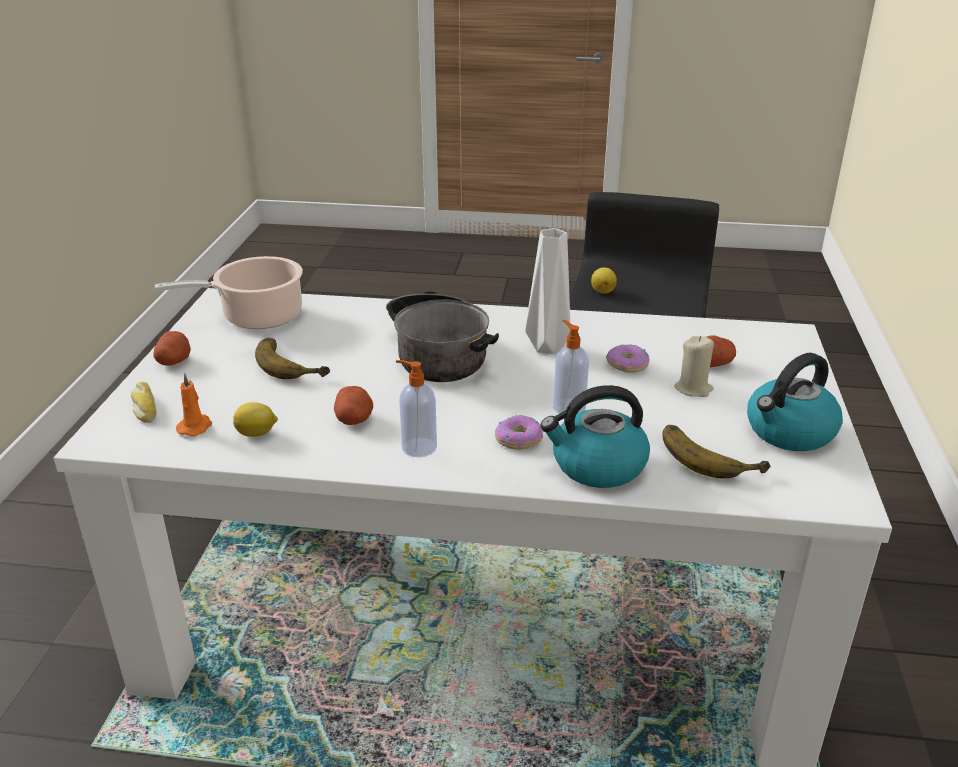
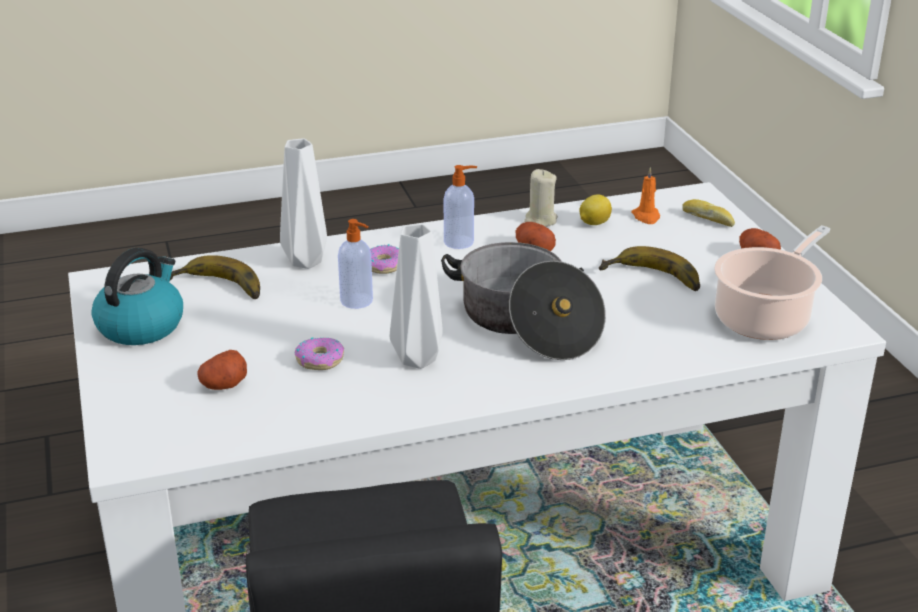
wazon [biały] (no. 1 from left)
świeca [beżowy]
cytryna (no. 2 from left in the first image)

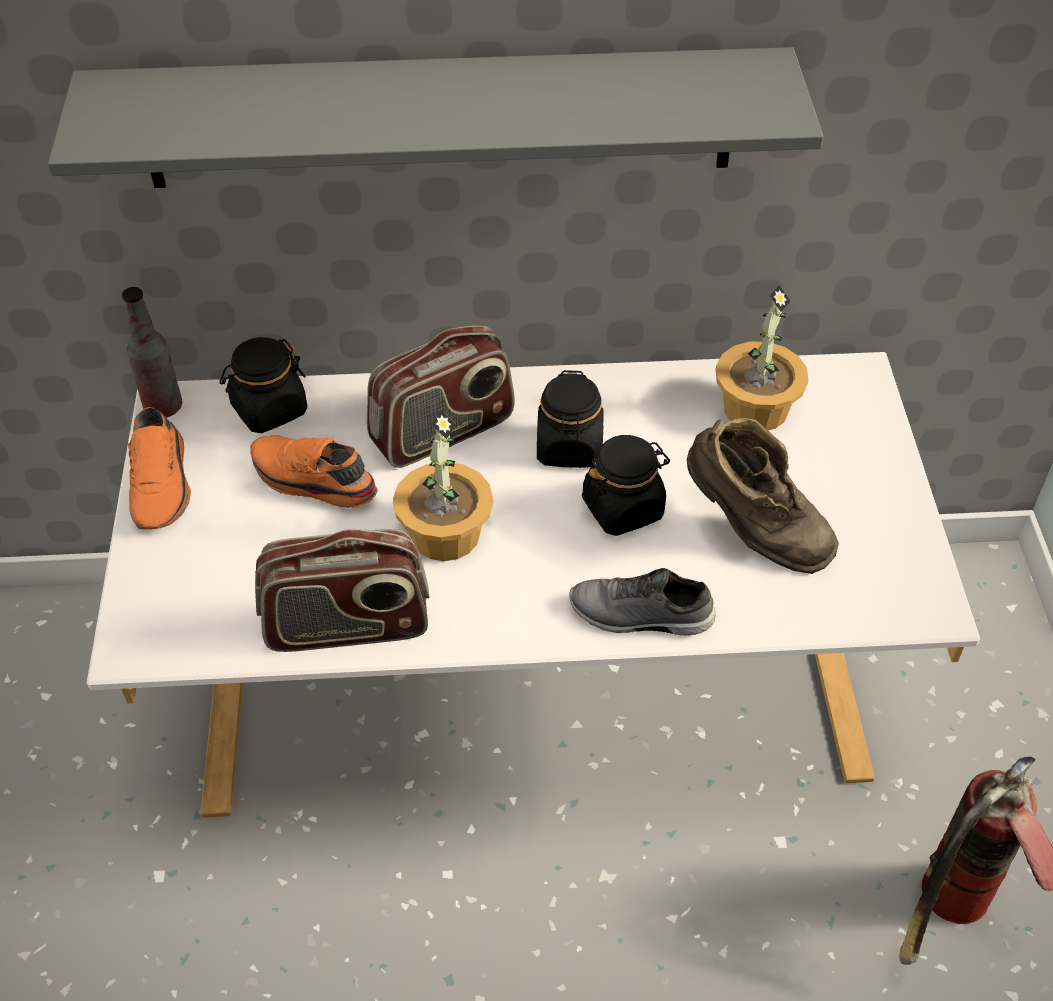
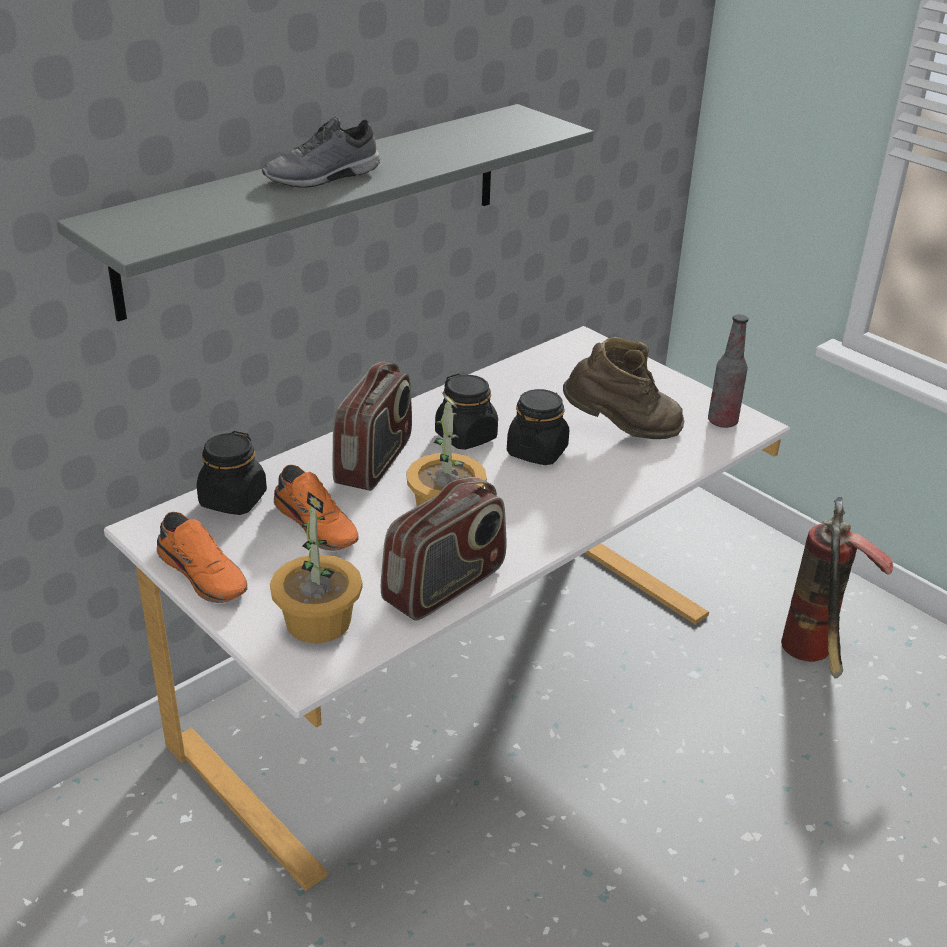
but [szary]
roślina doniczkowa (no. 1 from left)
but [pomarańczowy] (no. 2 from left)
butelka

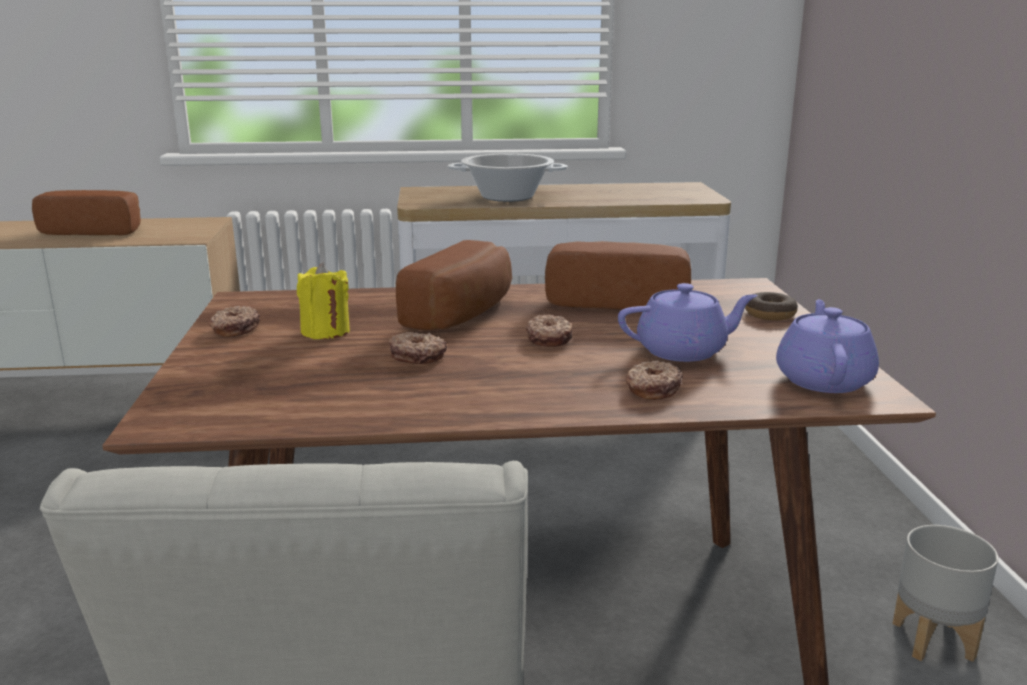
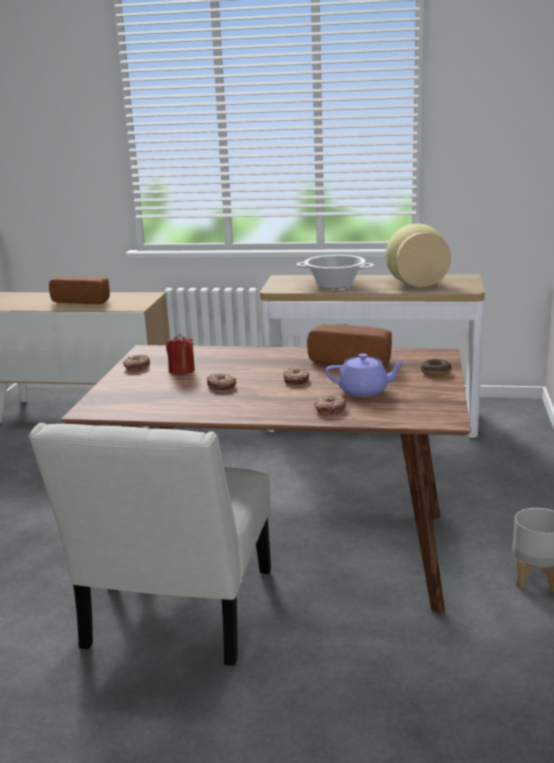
świeca [czerwony]
wazon
chleb (no. 2 from left in the first image)
imbryk [fioletowy] (no. 2 from left in the first image)

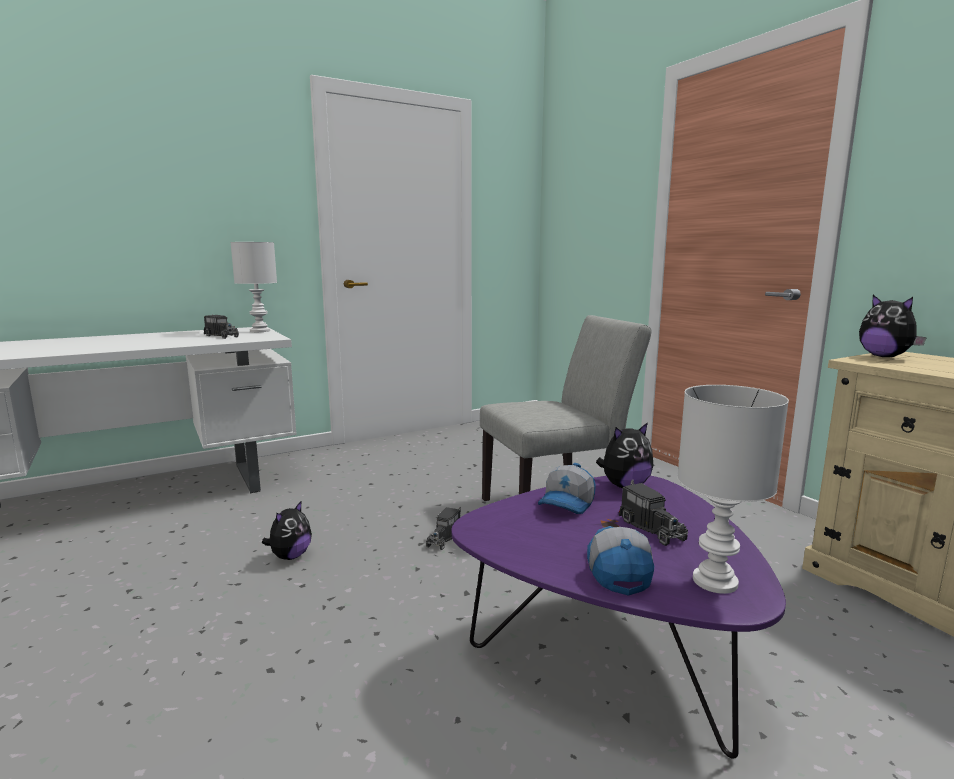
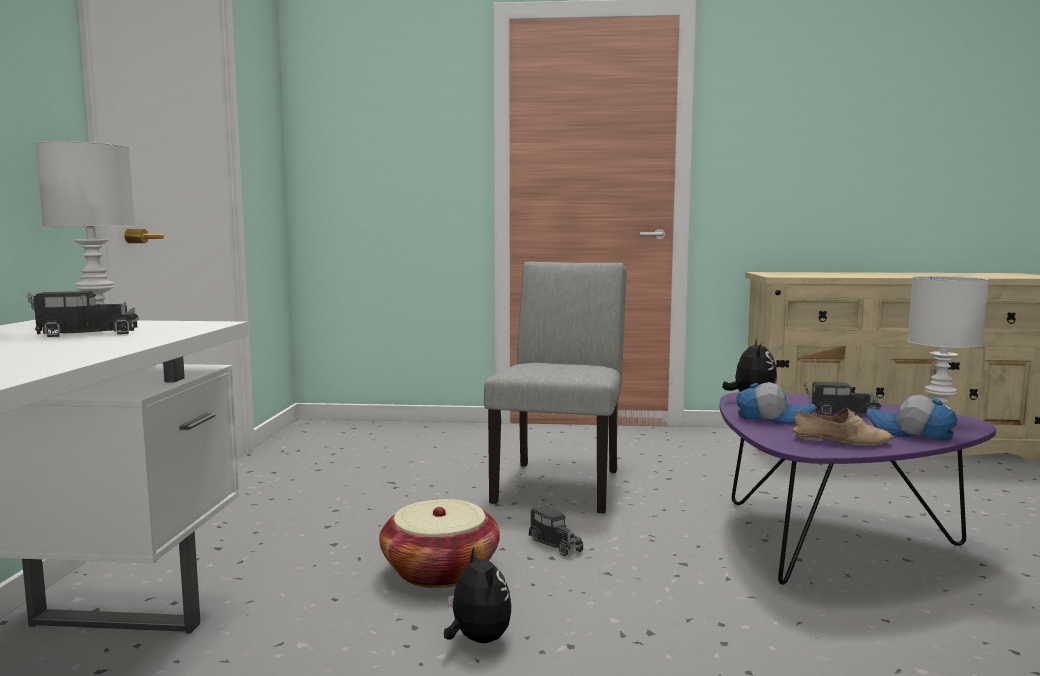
koszyk
czapka z daszkiem (no. 1 from left)
but [beżowy]
pluszak (no. 3 from left in the first image)

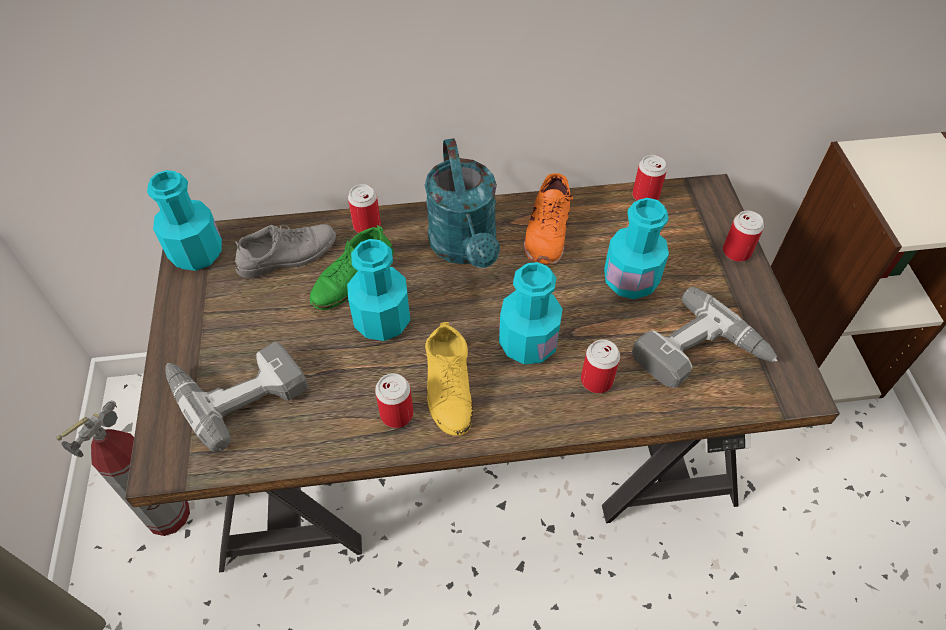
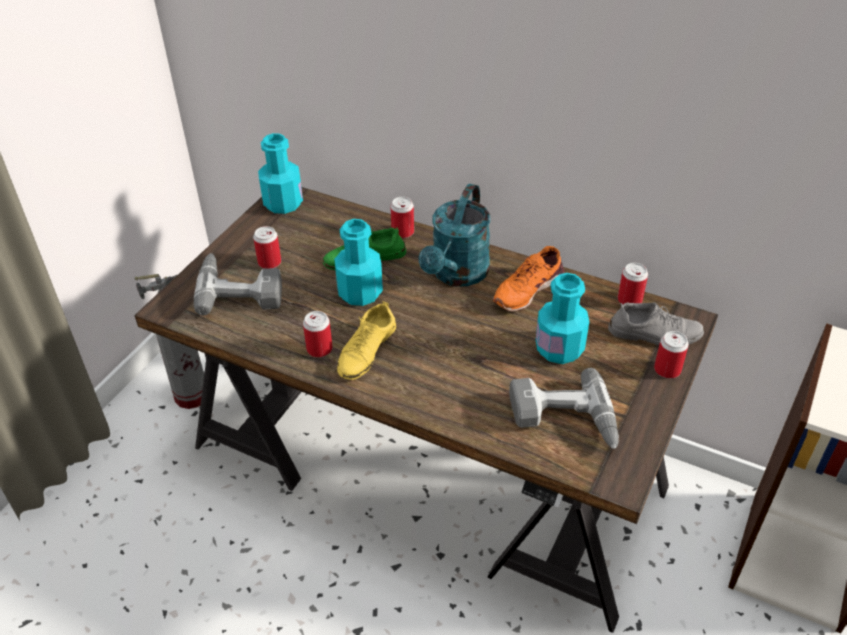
puszka (no. 1 from left)
but [szary]
butelka [turkusowy] (no. 3 from left in the first image)

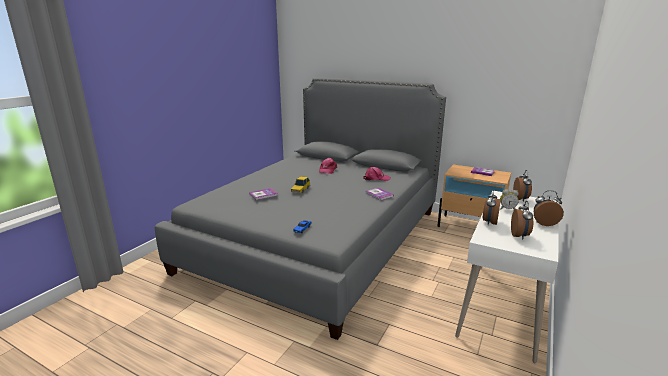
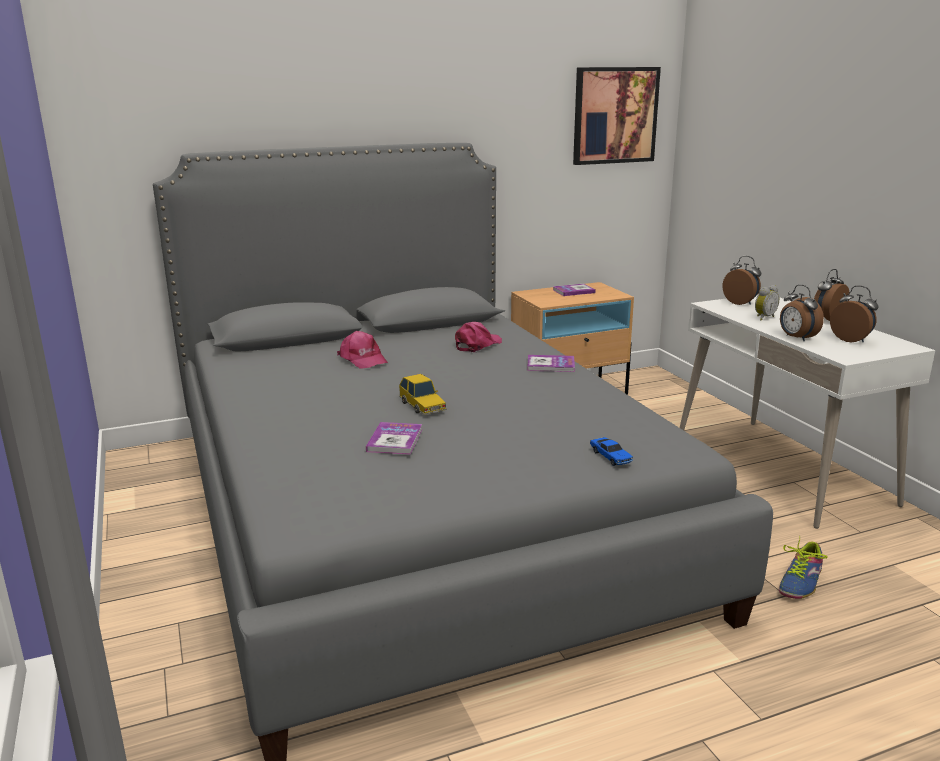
obraz
but

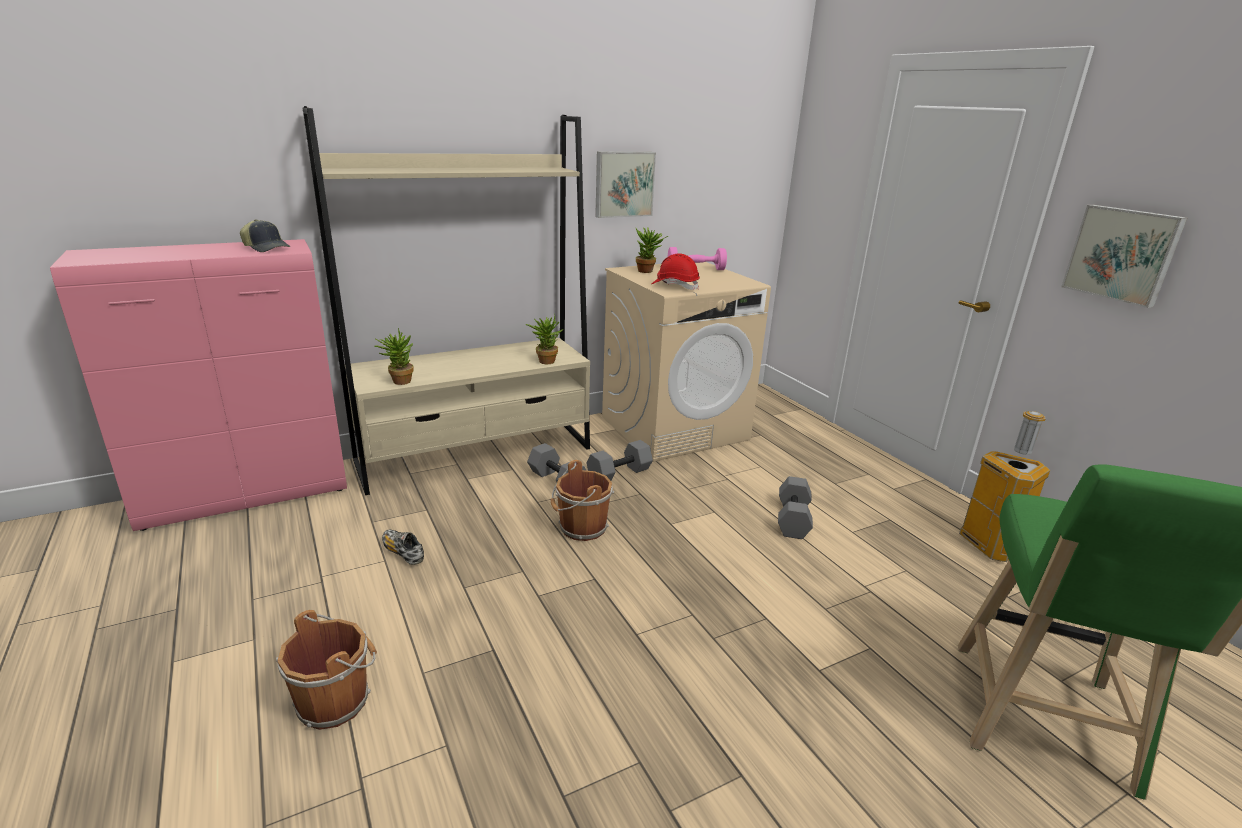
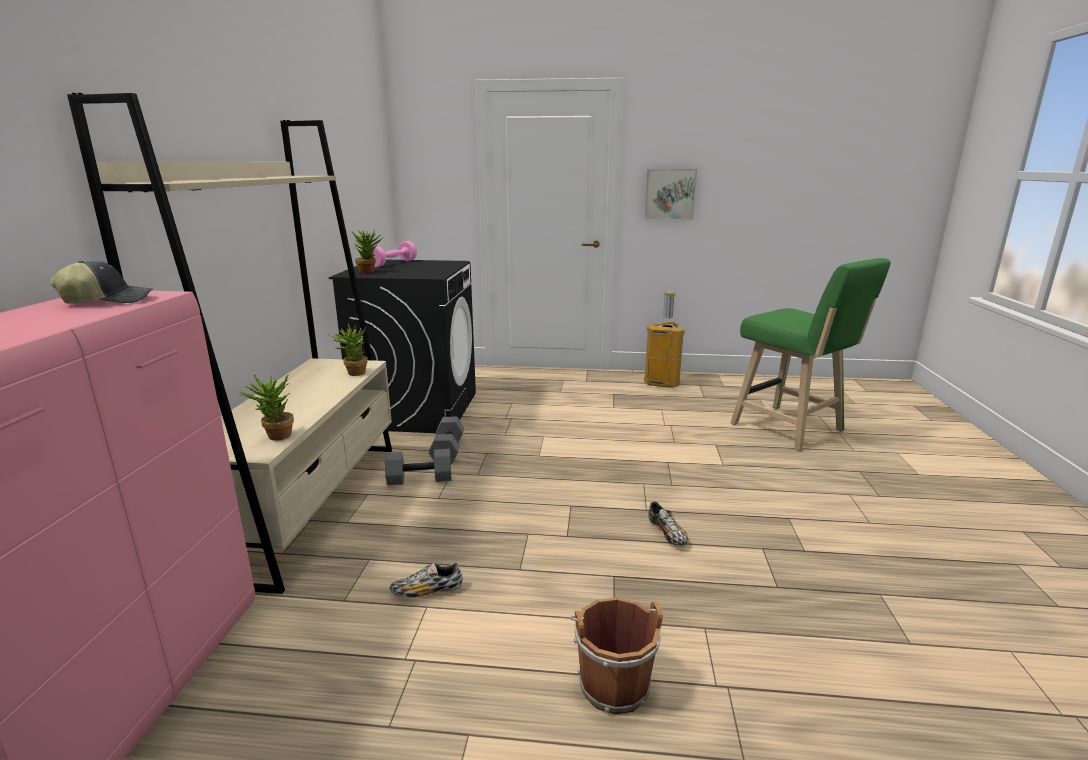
pralka [czarny]
but (no. 2 from left)
wiadro [brązowy] (no. 2 from left in the first image)
obraz (no. 1 from left in the first image)
kask [czerwony]
hantel [szary] (no. 3 from left in the first image)

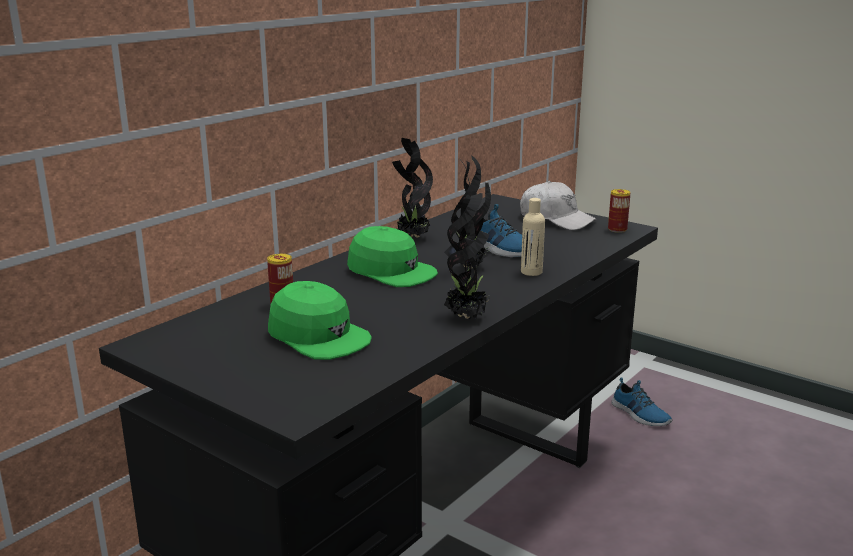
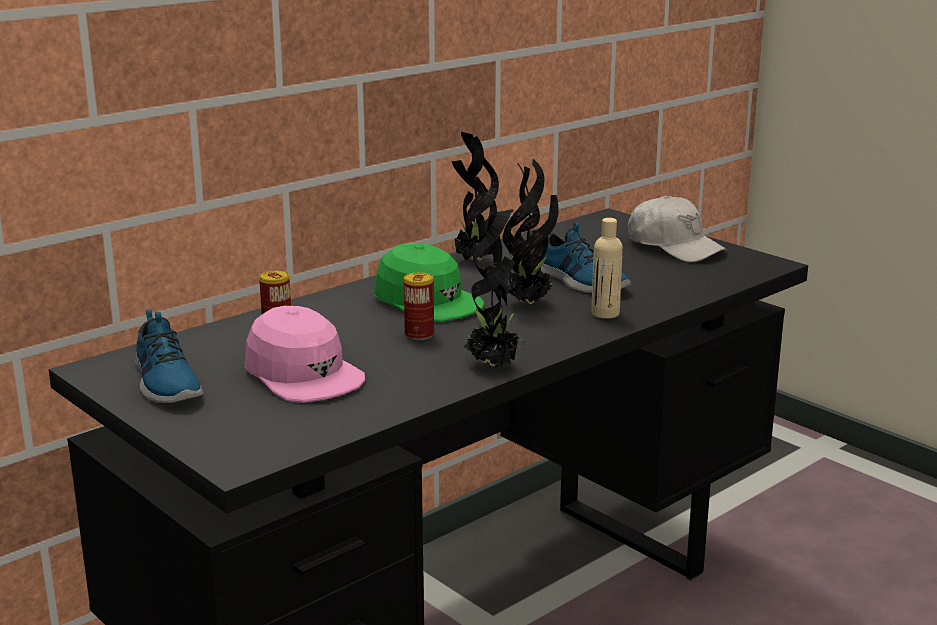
but (no. 1 from left)
czapka z daszkiem [różowy]
puszka (no. 2 from left)

